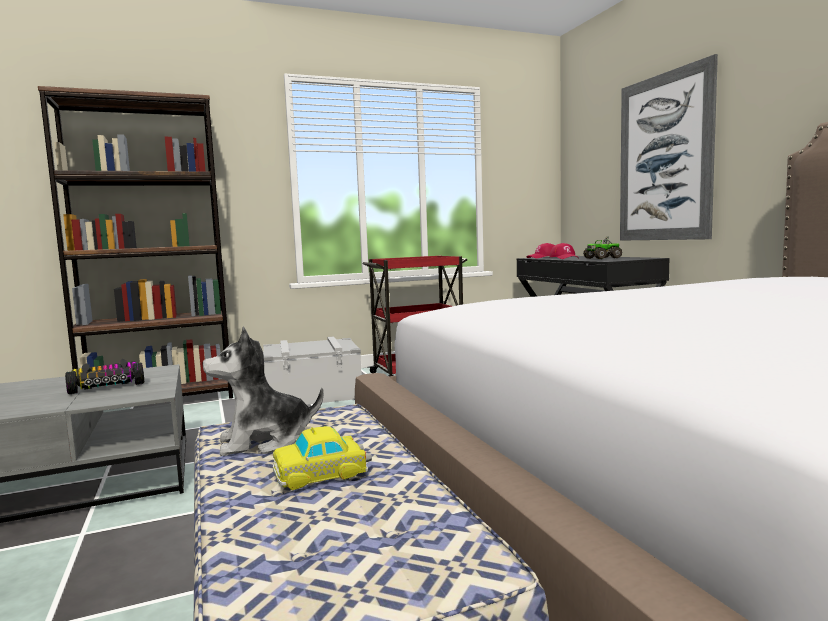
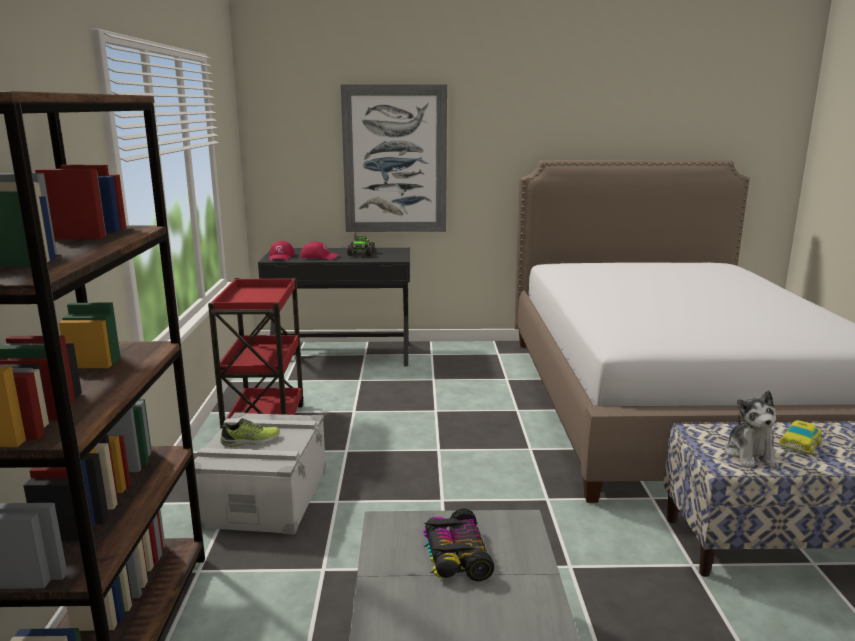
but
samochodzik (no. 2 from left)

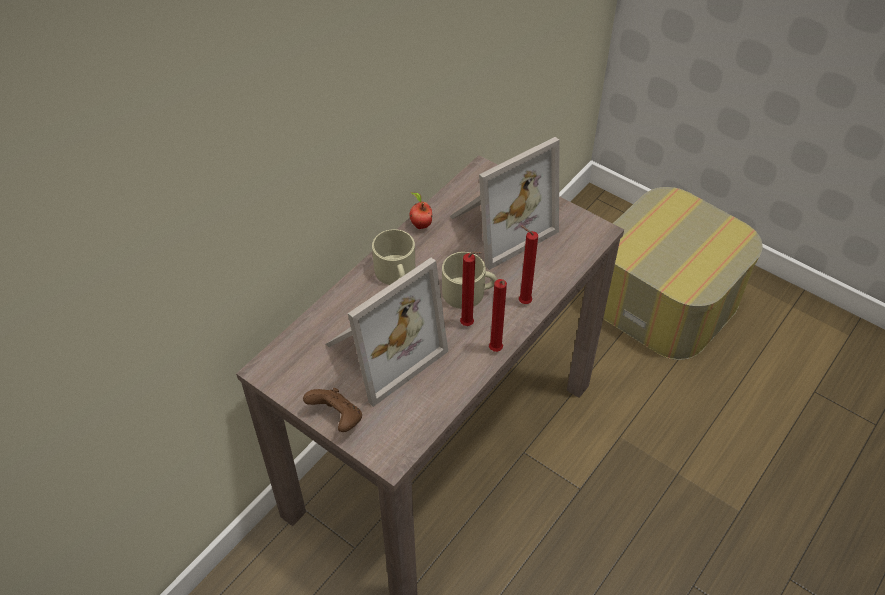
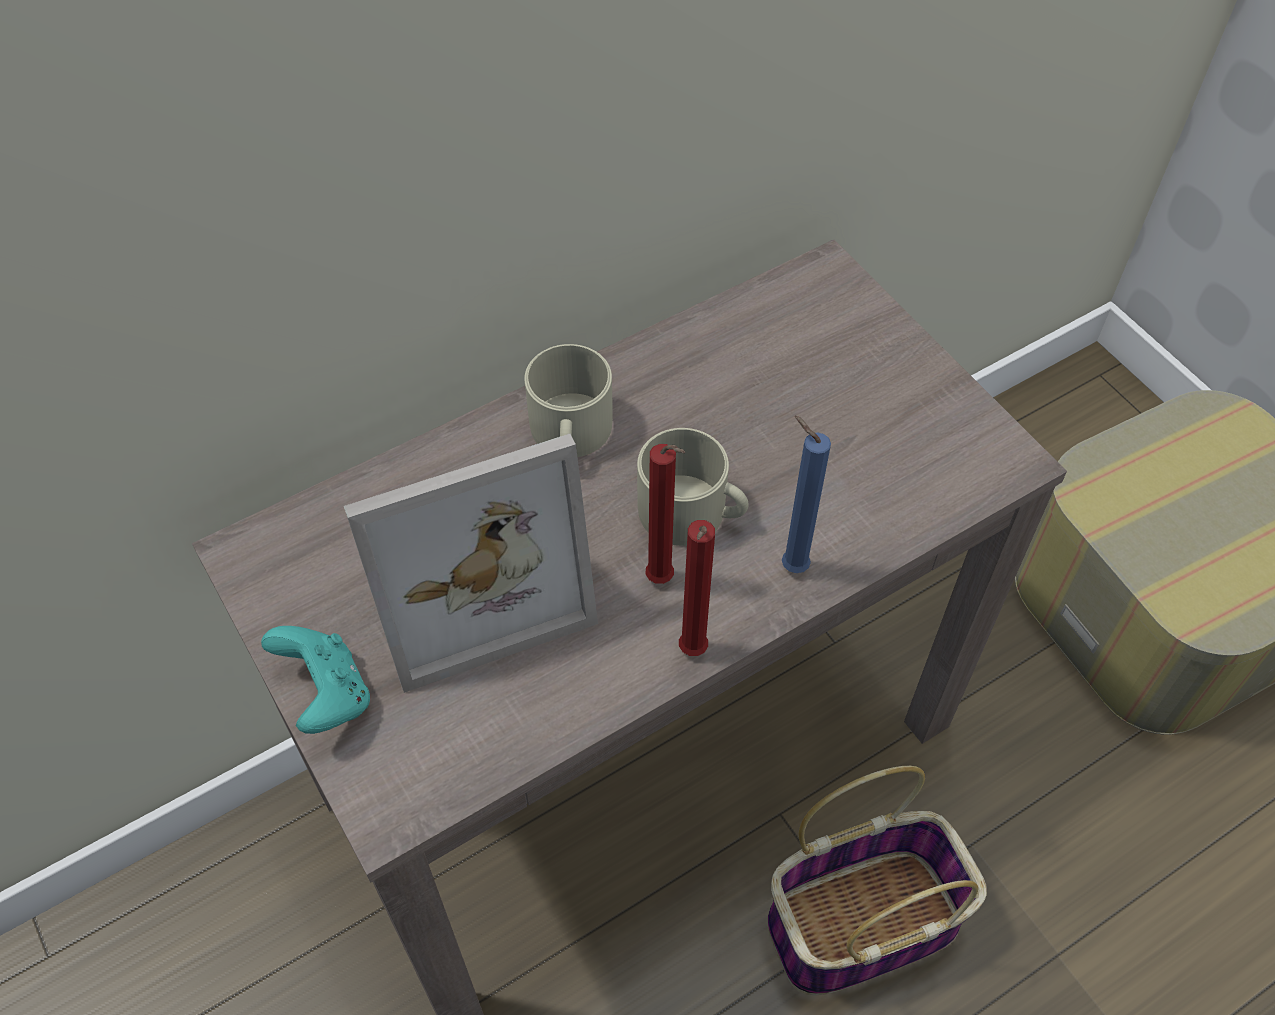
pad do gier [turkusowy]
koszyk
świeca [niebieski]
jabłko
ramka na zdjęcie (no. 2 from left in the first image)

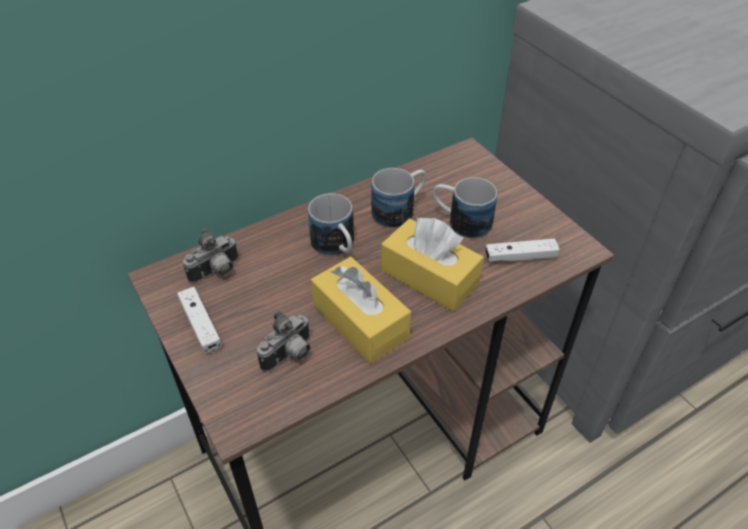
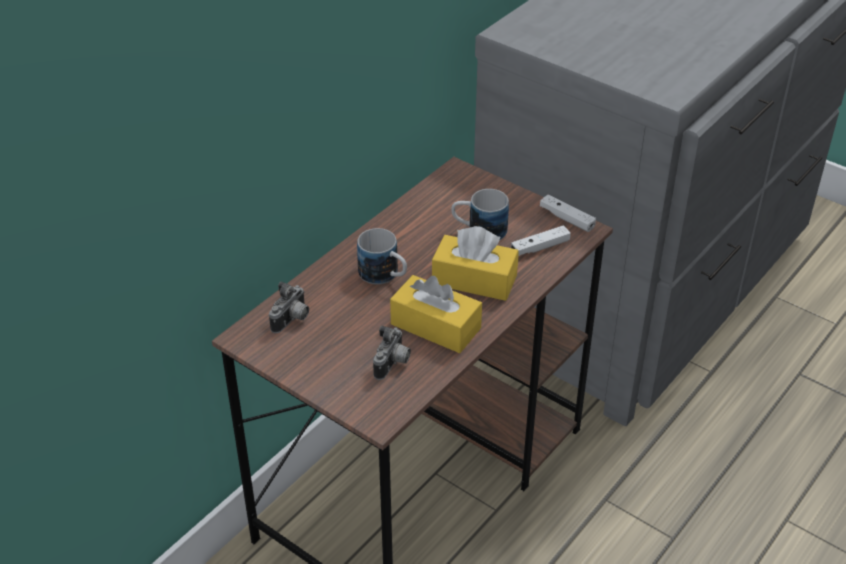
pad do gier [biały] (no. 2 from left)
kubek (no. 2 from left in the first image)

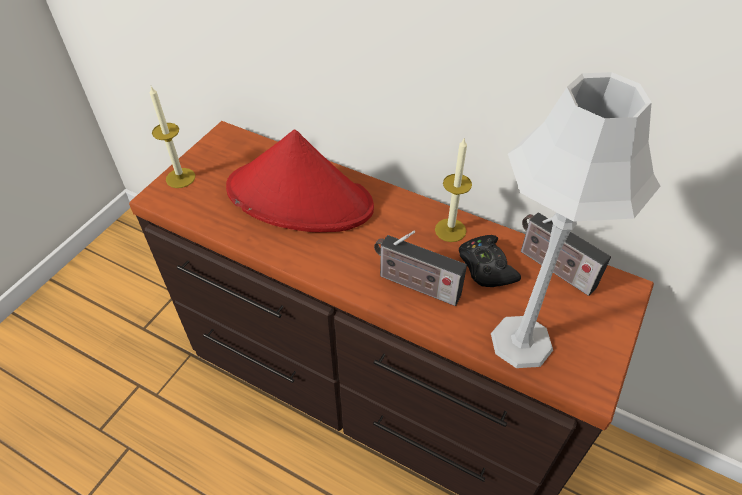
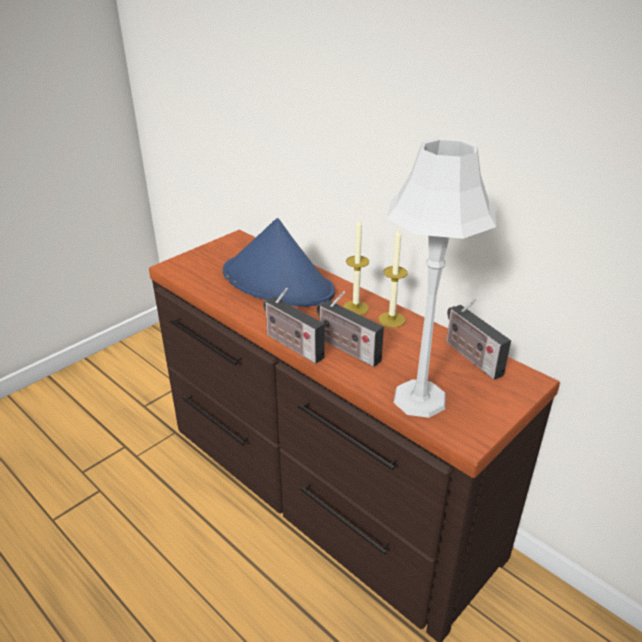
kapelusz [niebieski]
radio (no. 1 from left)
świeca (no. 1 from left)
pad do gier [czarny]

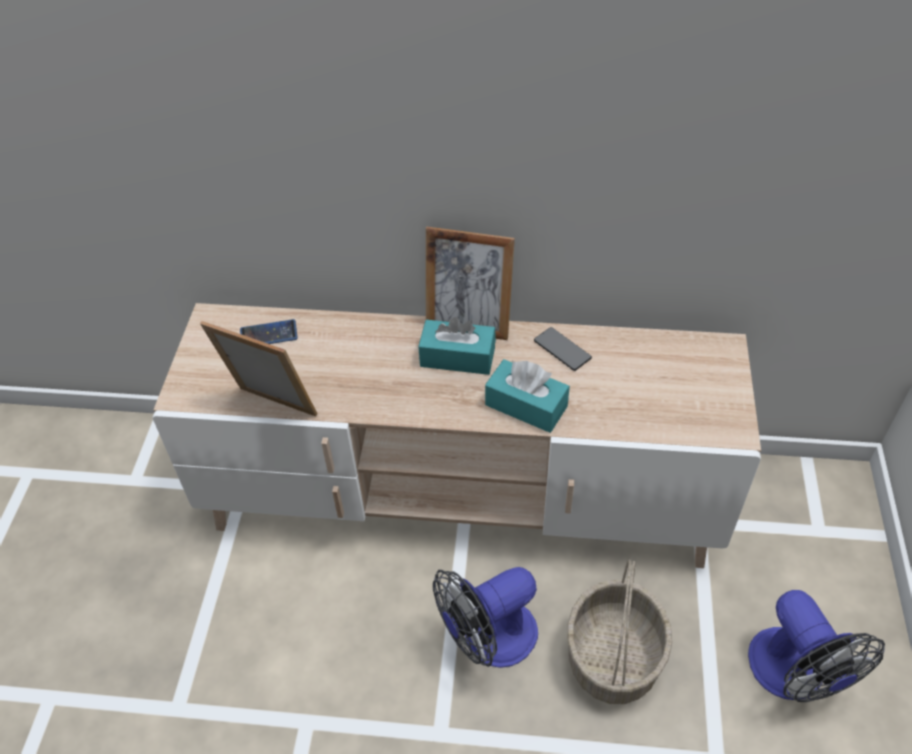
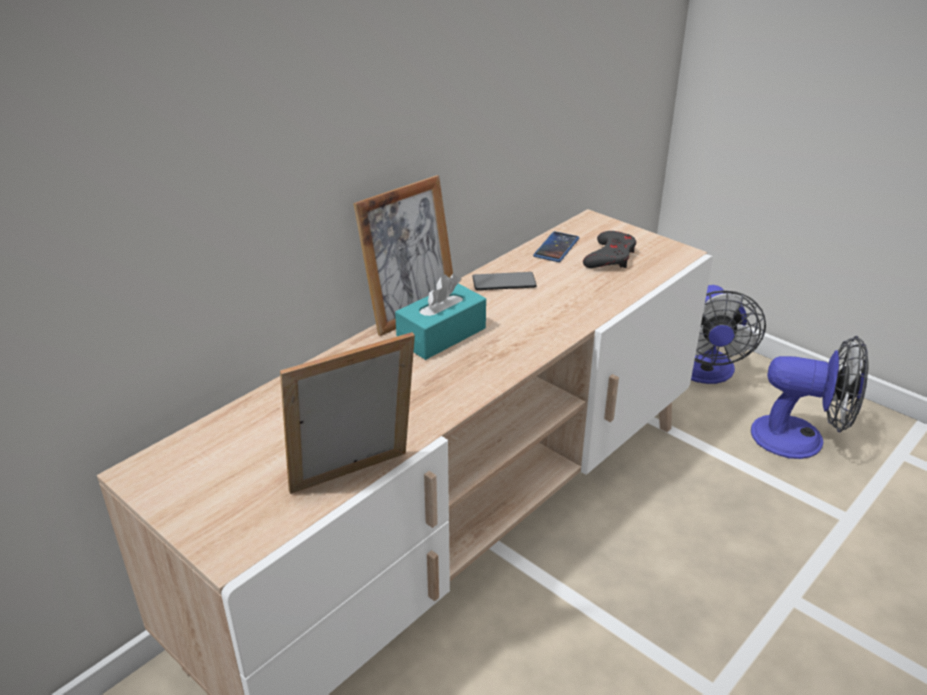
telefon (no. 2 from left)
pad do gier [szary]
wentylator (no. 1 from left)
pudełko chusteczek [turkusowy] (no. 2 from left in the first image)
koszyk

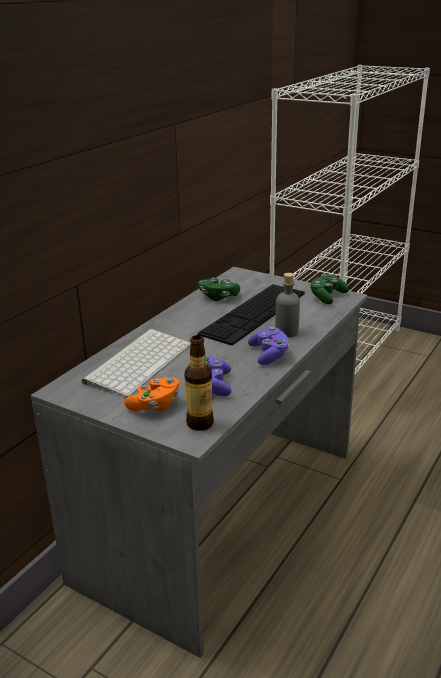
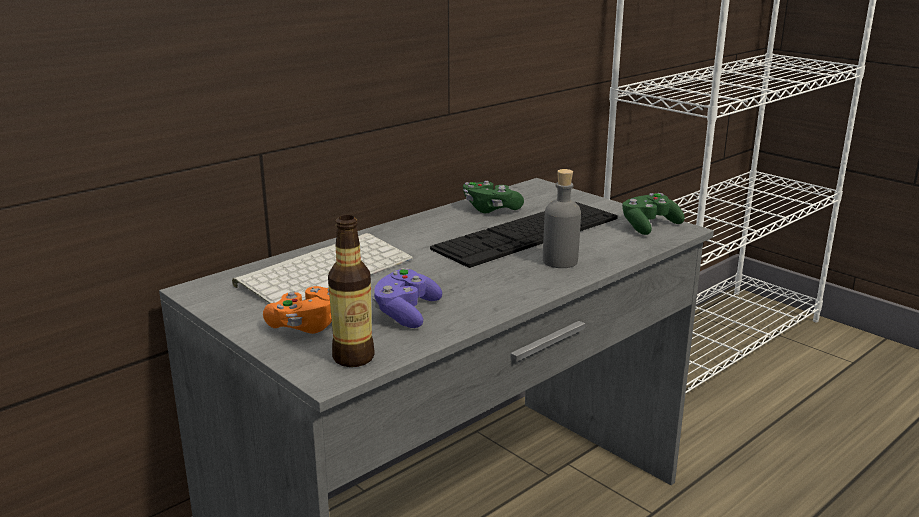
pad do gier [fioletowy] (no. 2 from left in the first image)

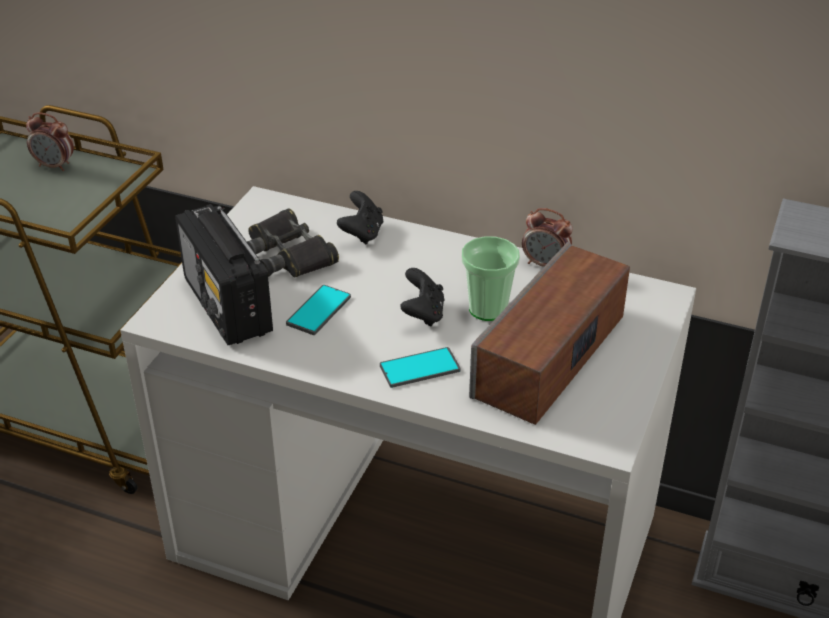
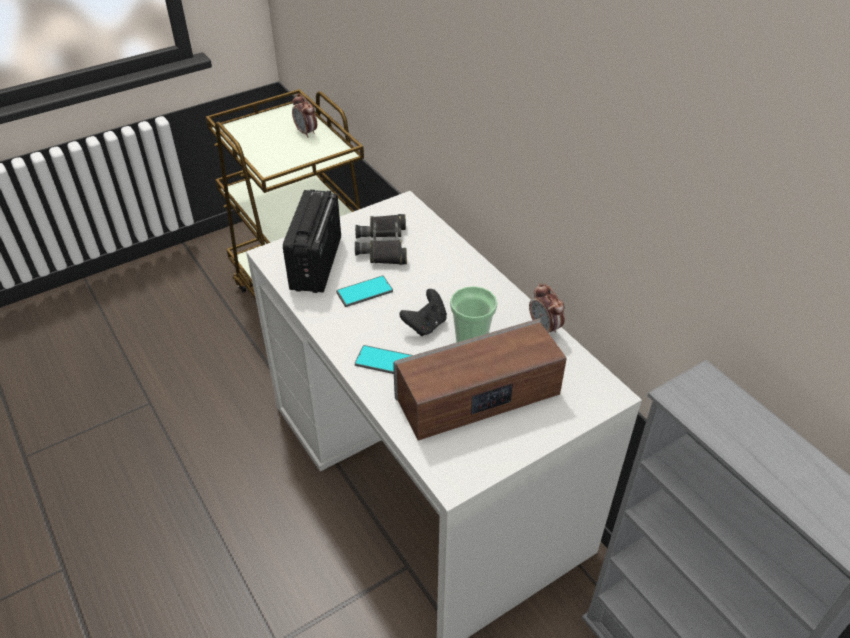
pad do gier [czarny] (no. 1 from left in the first image)

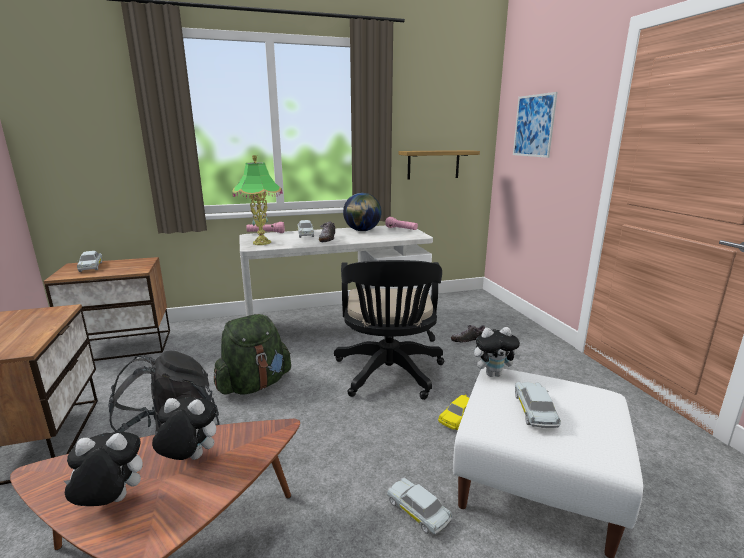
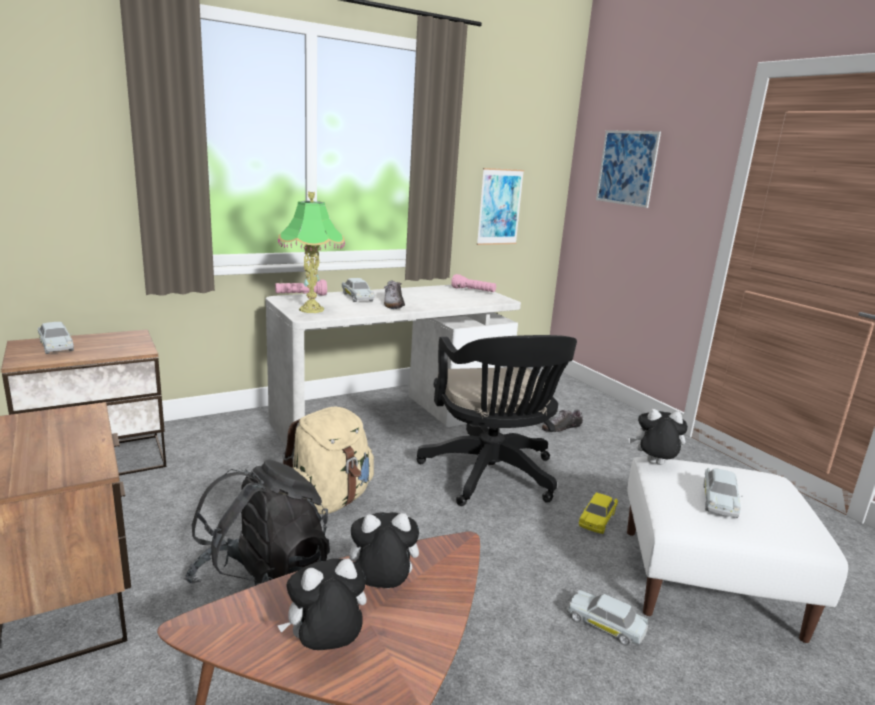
plecak [beżowy]
obraz (no. 1 from left)
pluszak (no. 3 from left)
samochodzik [biały] (no. 4 from left)
globus

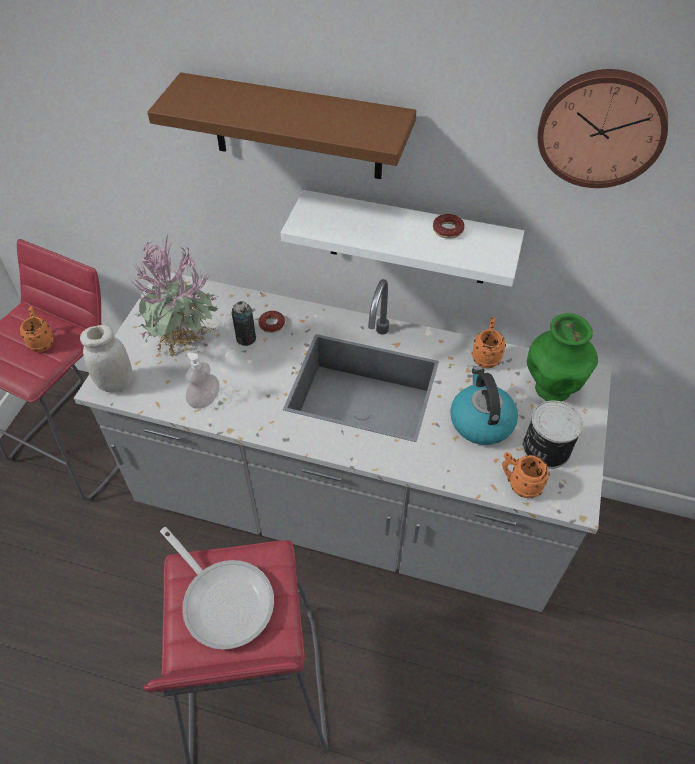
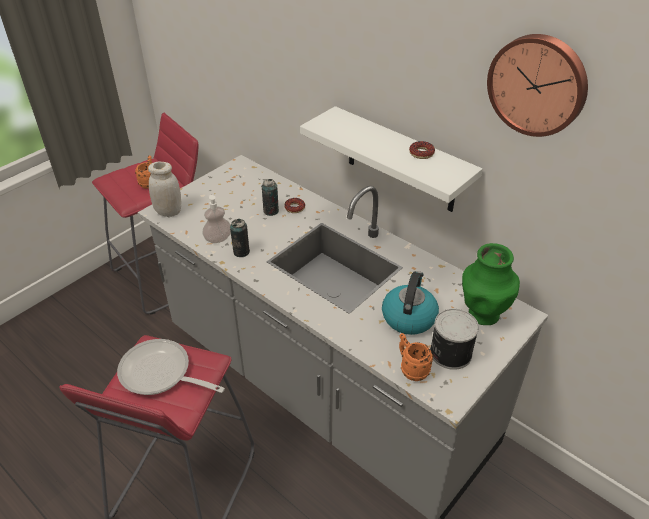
patelnia
puszka (no. 1 from left)
roślina doniczkowa
półka [brązowy]
kubek [pomarańczowy] (no. 2 from left in the first image)

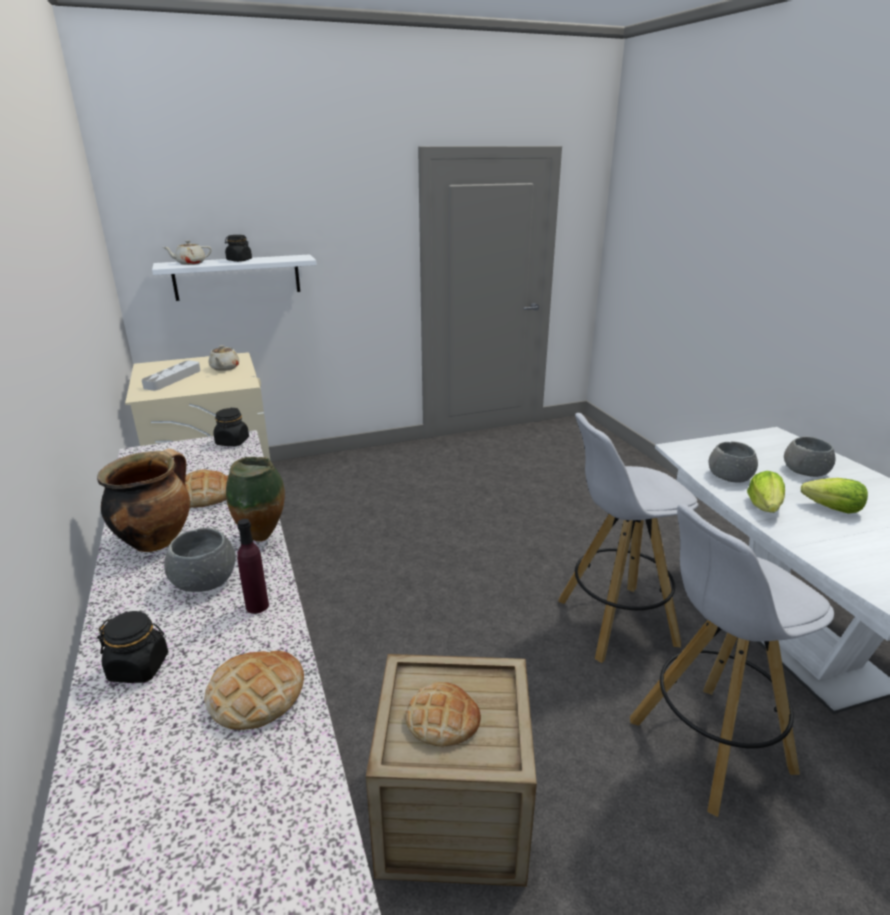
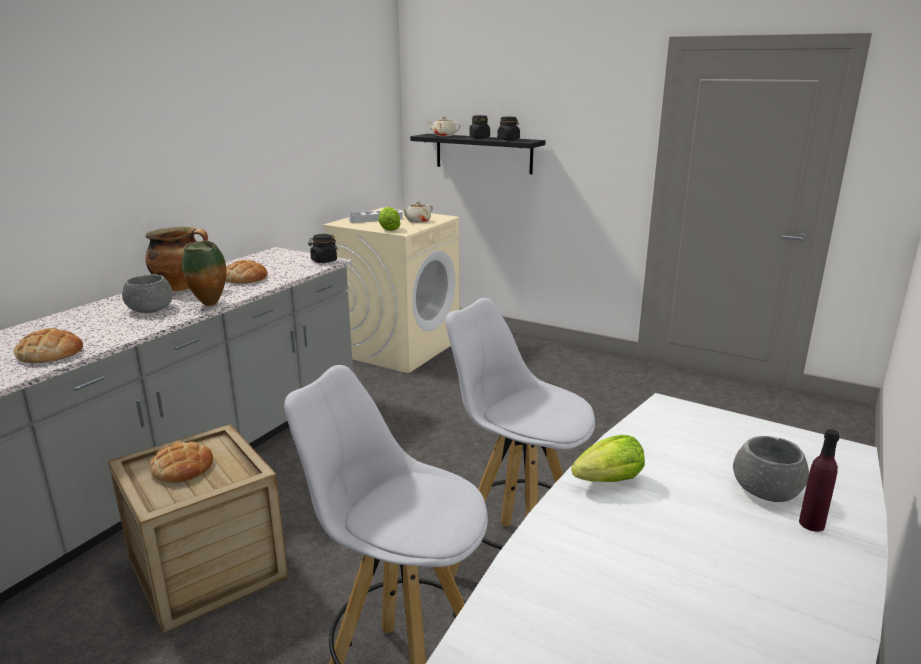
sałata (no. 1 from left)
półka [czarny]
słoik [czarny] (no. 3 from left)
butelka [fioletowy]
miska [szary] (no. 2 from left in the first image)

